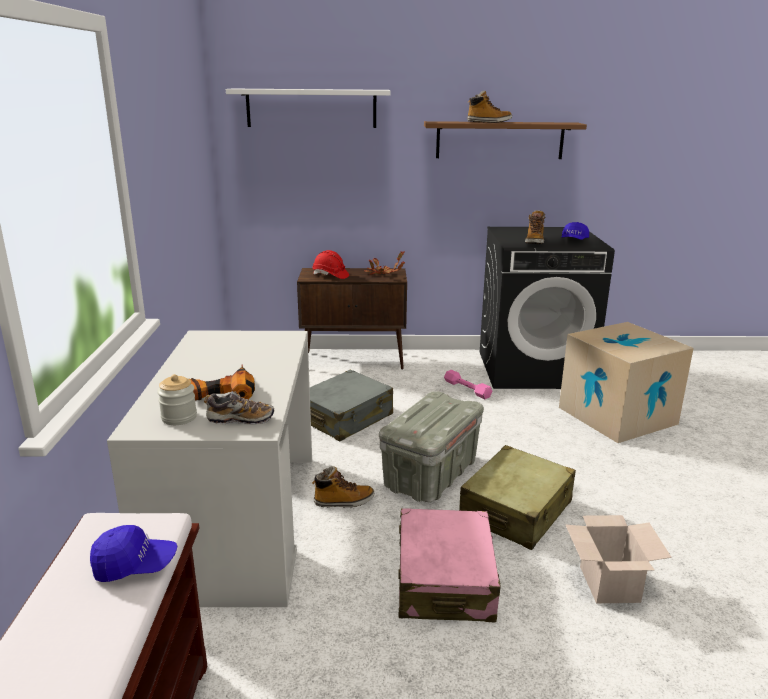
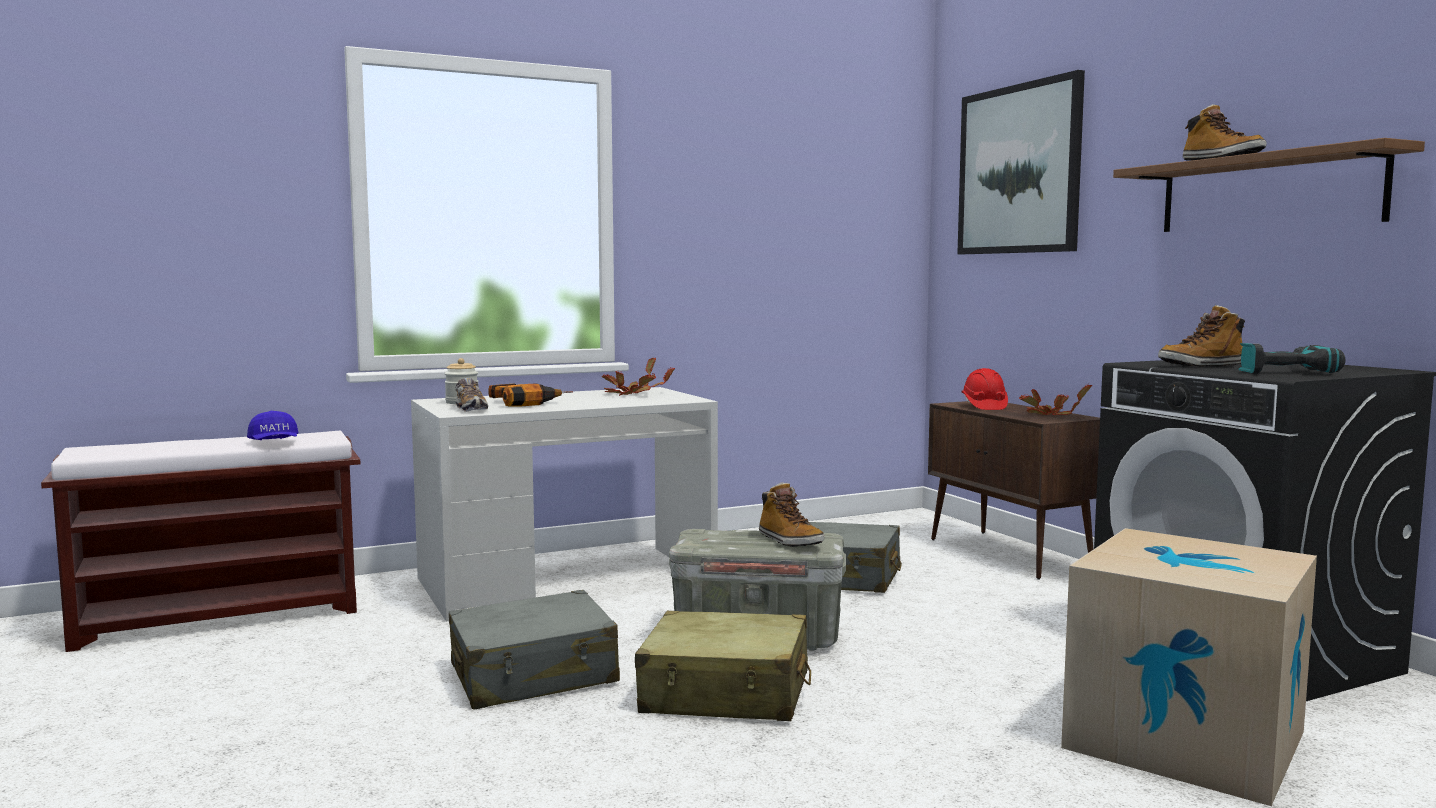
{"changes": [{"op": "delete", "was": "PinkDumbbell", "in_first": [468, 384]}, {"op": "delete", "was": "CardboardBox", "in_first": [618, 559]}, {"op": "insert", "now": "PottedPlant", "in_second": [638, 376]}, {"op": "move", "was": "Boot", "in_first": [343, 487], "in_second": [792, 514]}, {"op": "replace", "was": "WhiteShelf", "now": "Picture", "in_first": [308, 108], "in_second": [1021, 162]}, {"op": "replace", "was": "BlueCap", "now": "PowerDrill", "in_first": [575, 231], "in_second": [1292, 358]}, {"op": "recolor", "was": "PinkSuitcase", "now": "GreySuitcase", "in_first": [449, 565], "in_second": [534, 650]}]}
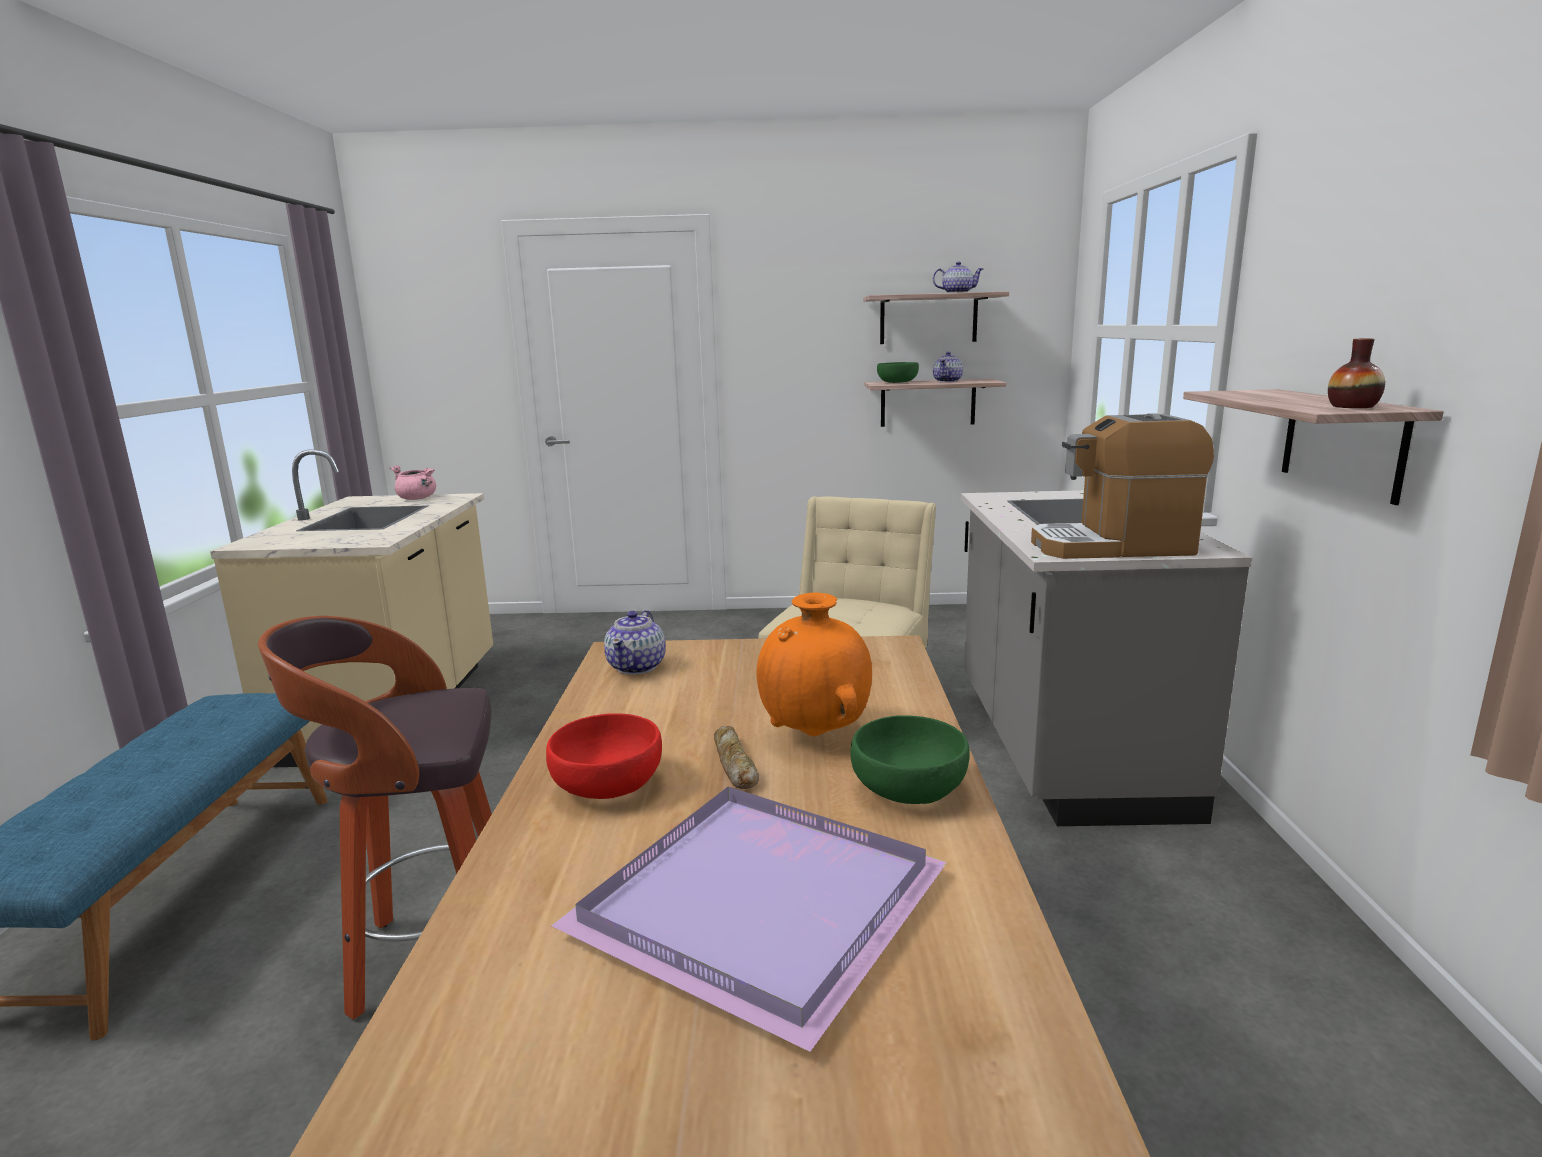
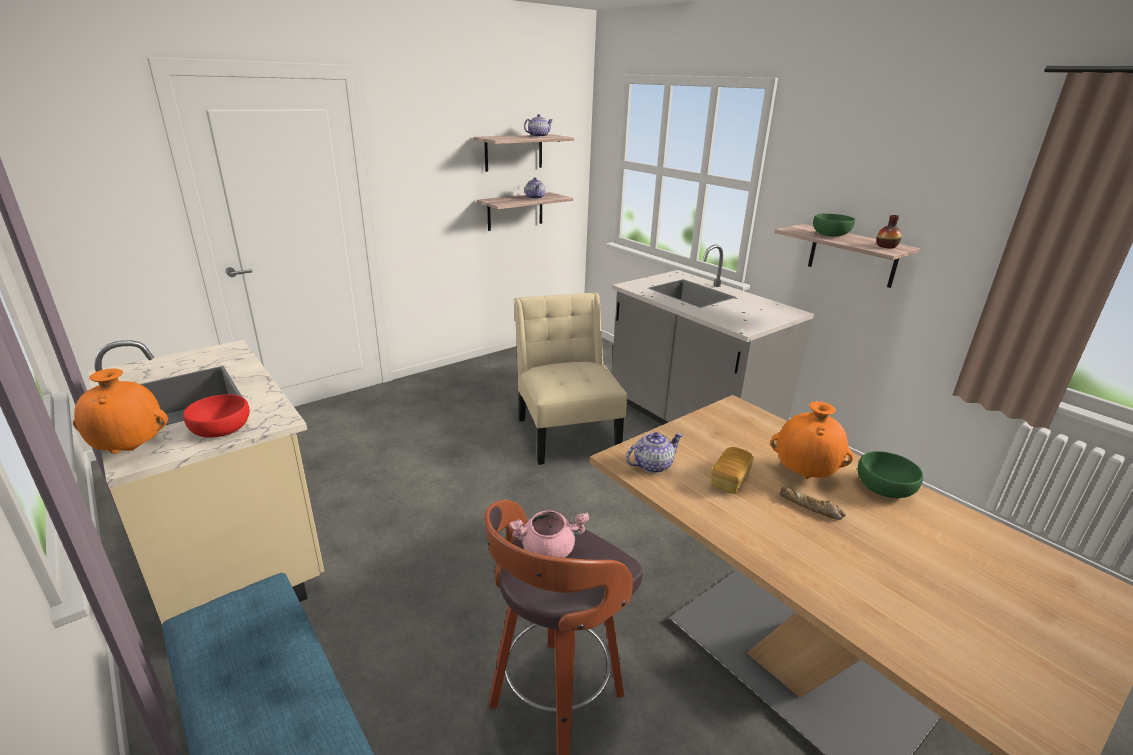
{"changes": [{"op": "delete", "was": "PurpleTray", "in_first": [749, 919]}, {"op": "delete", "was": "CoffeeMachine", "in_first": [1122, 486]}, {"op": "insert", "now": "OrangeVase", "in_second": [120, 411]}, {"op": "insert", "now": "Bread", "in_second": [732, 470]}, {"op": "move", "was": "PinkCookingPot", "in_first": [413, 482], "in_second": [549, 534]}, {"op": "move", "was": "RedBowl", "in_first": [604, 756], "in_second": [216, 416]}, {"op": "move", "was": "GreenBowl", "in_first": [898, 372], "in_second": [834, 225]}, {"op": "rotate", "was": "Teapot", "in_first": [635, 642], "in_second": [654, 452], "clockwise": -90}]}
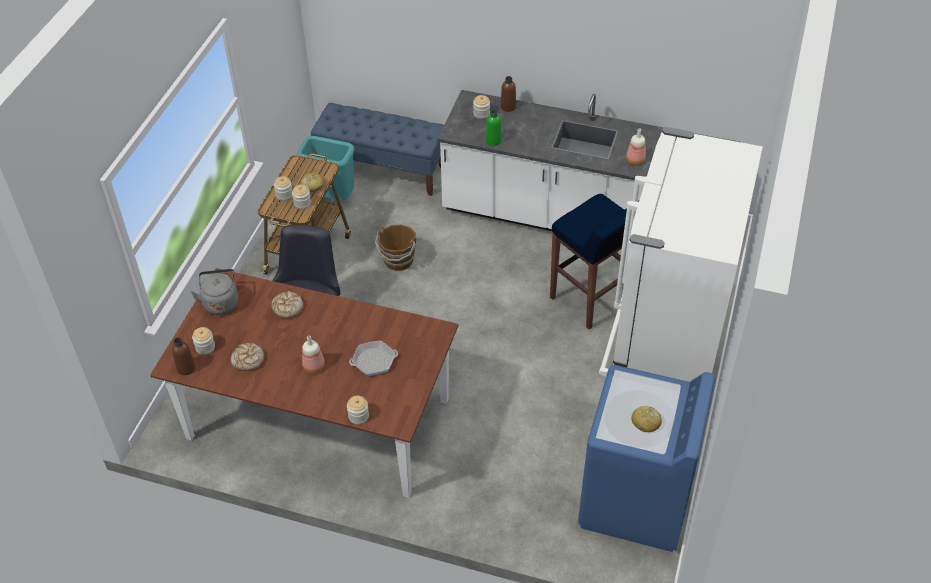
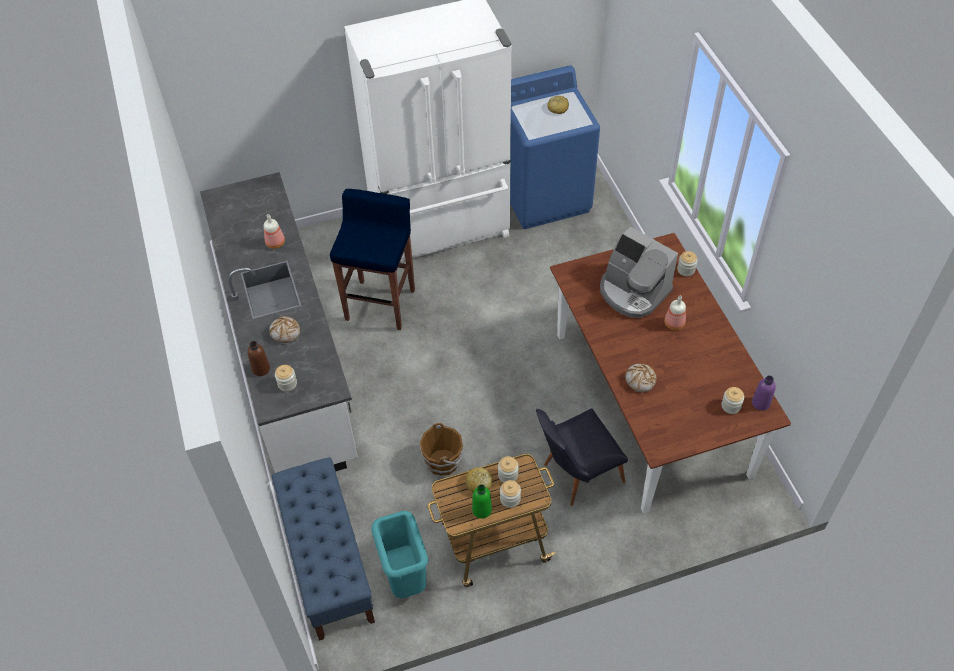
{"changes": [{"op": "delete", "was": "GreyKettle", "in_first": [214, 292]}, {"op": "move", "was": "Bread", "in_first": [247, 357], "in_second": [284, 329]}, {"op": "move", "was": "GreenBottle", "in_first": [494, 128], "in_second": [482, 502]}, {"op": "replace", "was": "FryingPan", "now": "CoffeeMachine", "in_first": [373, 358], "in_second": [639, 272]}, {"op": "recolor", "was": "BrownBottle", "now": "PurpleBottle", "in_first": [183, 356], "in_second": [764, 393]}]}
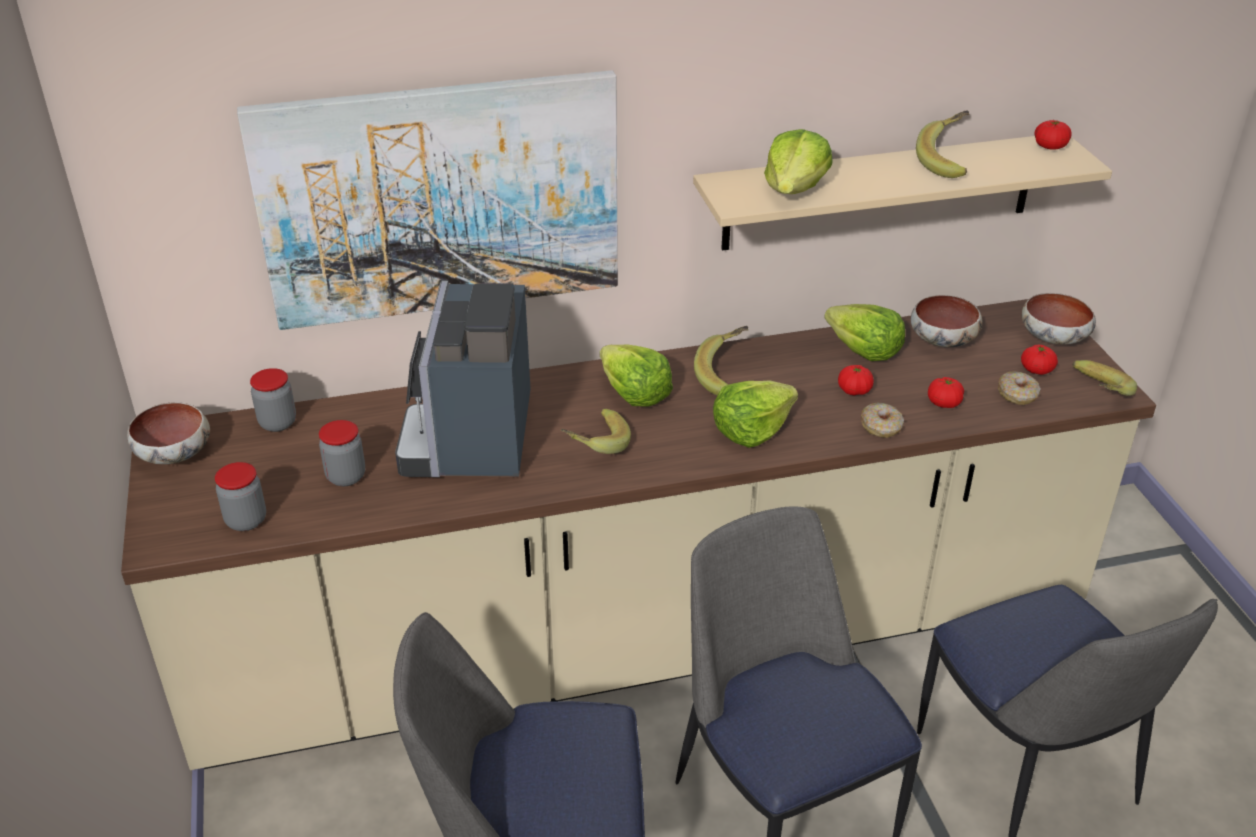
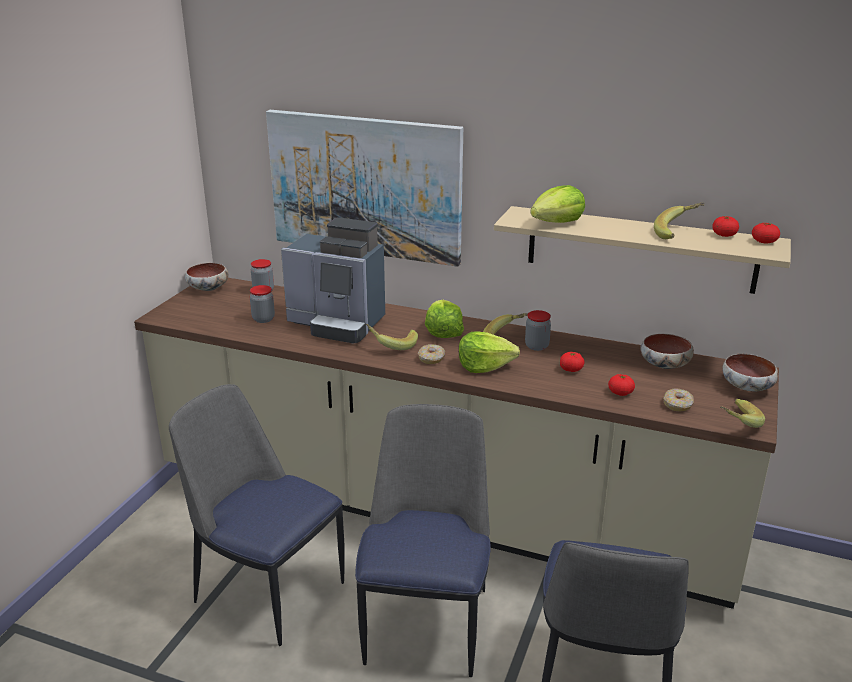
{"changes": [{"op": "delete", "was": "Lettuce", "in_first": [864, 332]}, {"op": "move", "was": "Jar", "in_first": [240, 496], "in_second": [538, 330]}, {"op": "move", "was": "Donut", "in_first": [882, 420], "in_second": [431, 354]}, {"op": "move", "was": "Tomato", "in_first": [1039, 360], "in_second": [725, 226]}, {"op": "rotate", "was": "CoffeeMachine", "in_first": [463, 379], "in_second": [333, 280], "clockwise": -105}]}
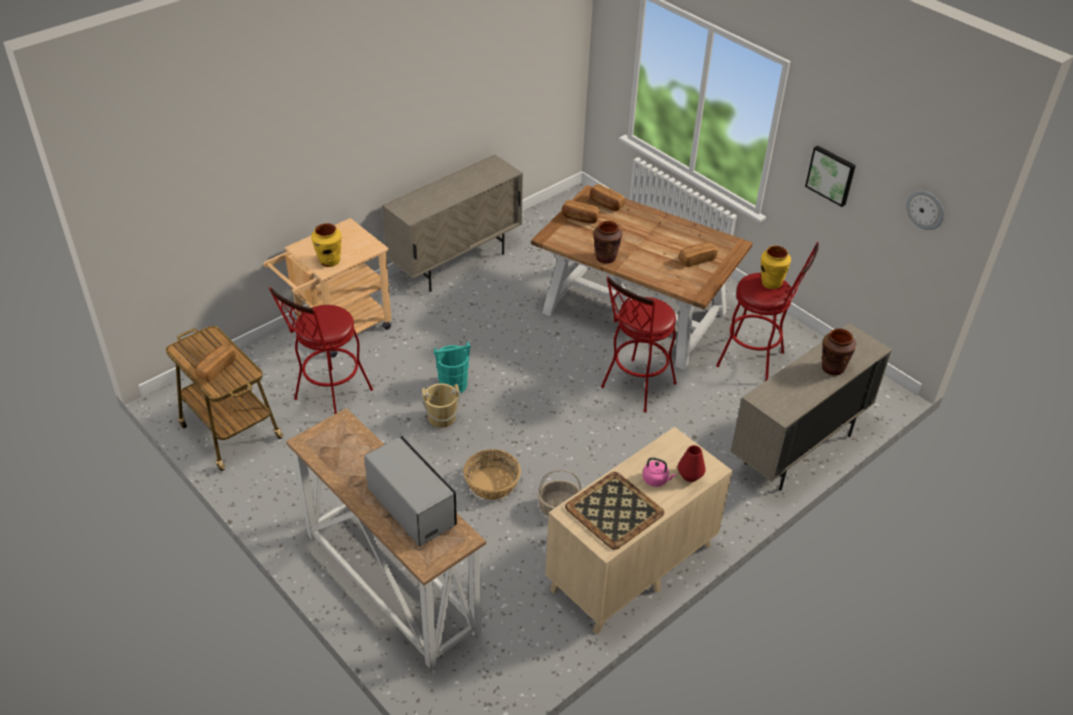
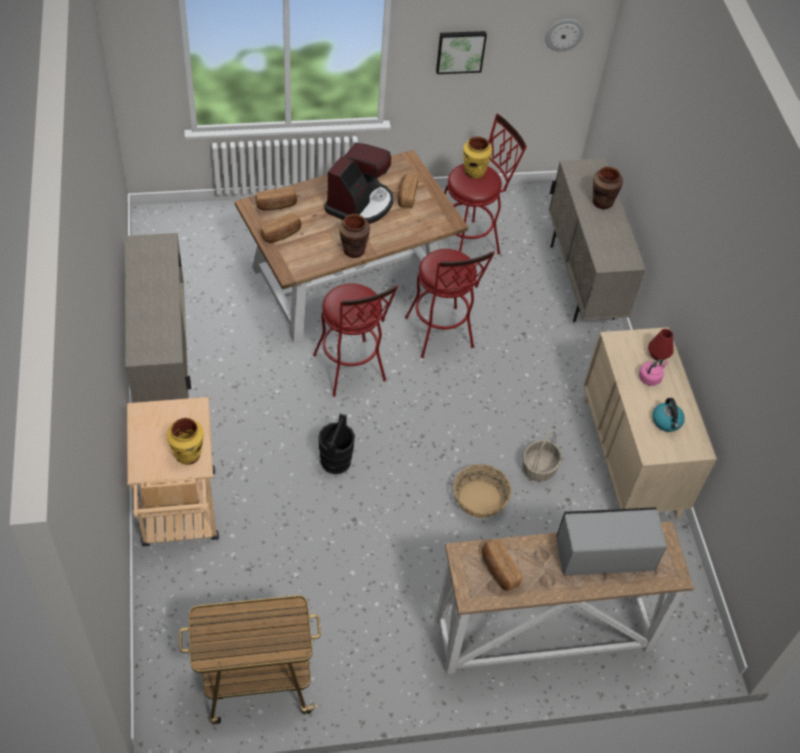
{"changes": [{"op": "delete", "was": "BeigeBucket", "in_first": [440, 405]}, {"op": "insert", "now": "CoffeeMachine", "in_second": [359, 183]}, {"op": "move", "was": "Bread", "in_first": [215, 363], "in_second": [502, 565]}, {"op": "move", "was": "RedStool", "in_first": [321, 350], "in_second": [355, 340]}, {"op": "replace", "was": "Tray", "now": "Kettle", "in_first": [615, 511], "in_second": [668, 415]}, {"op": "recolor", "was": "TurquoiseBucket", "now": "BlackBucket", "in_first": [452, 367], "in_second": [336, 444]}]}
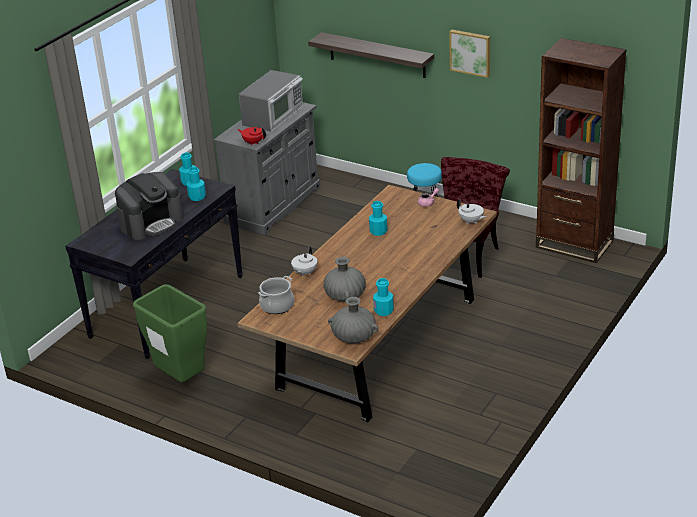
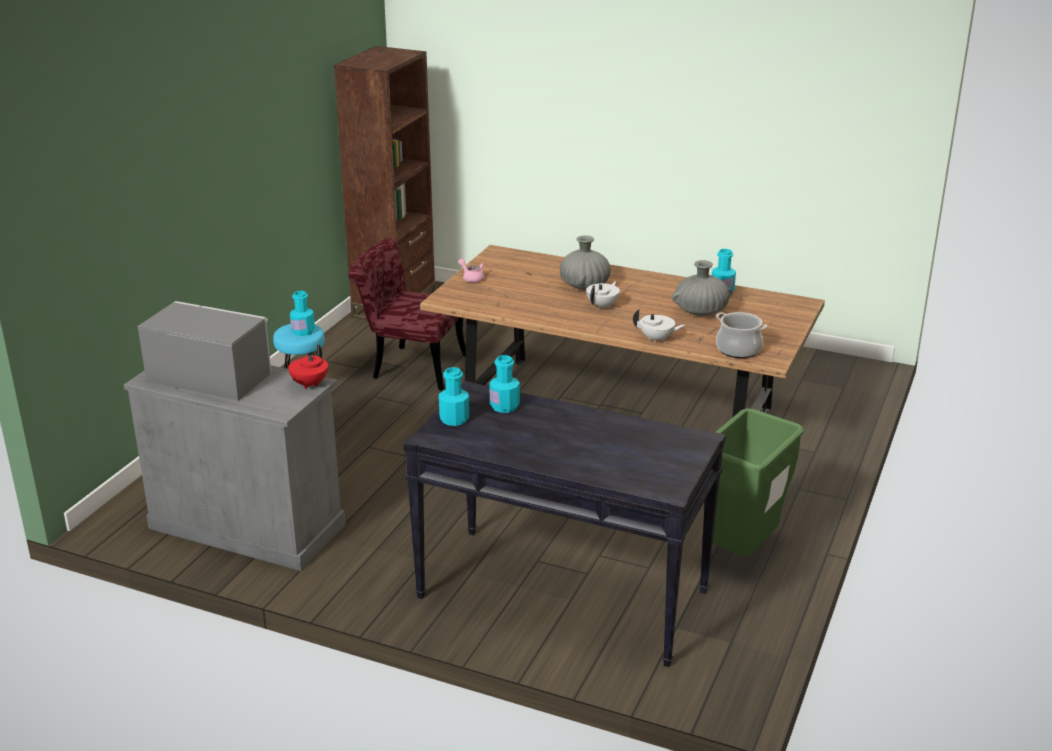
{"changes": [{"op": "delete", "was": "CoffeeMachine", "in_first": [149, 206]}, {"op": "delete", "was": "Shelf", "in_first": [371, 55]}, {"op": "delete", "was": "Picture", "in_first": [469, 54]}, {"op": "move", "was": "GreyVase", "in_first": [353, 320], "in_second": [585, 262]}, {"op": "move", "was": "TurquoiseBottle", "in_first": [378, 218], "in_second": [302, 313]}, {"op": "move", "was": "WhiteTeapot", "in_first": [472, 211], "in_second": [603, 295]}]}
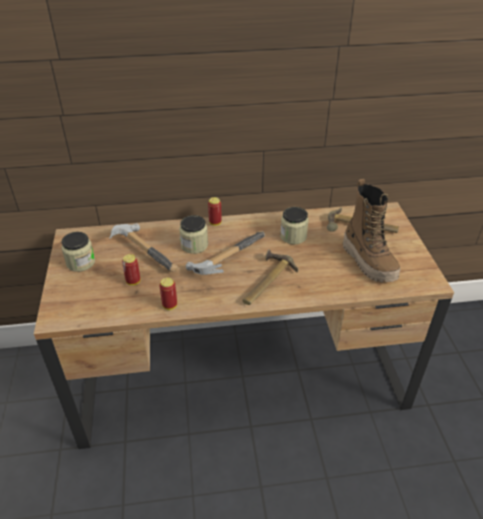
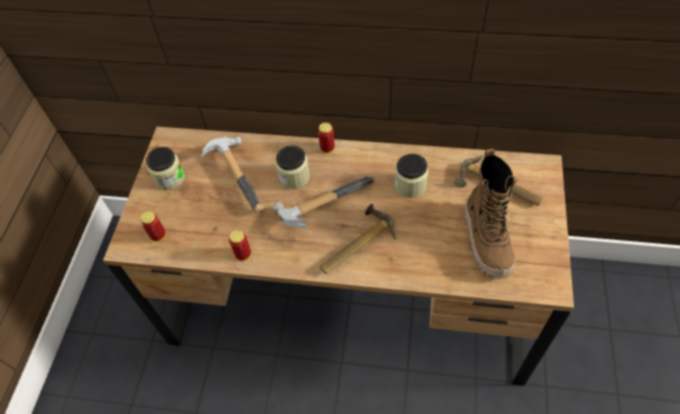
{"changes": [{"op": "move", "was": "Can", "in_first": [131, 269], "in_second": [153, 226]}]}
